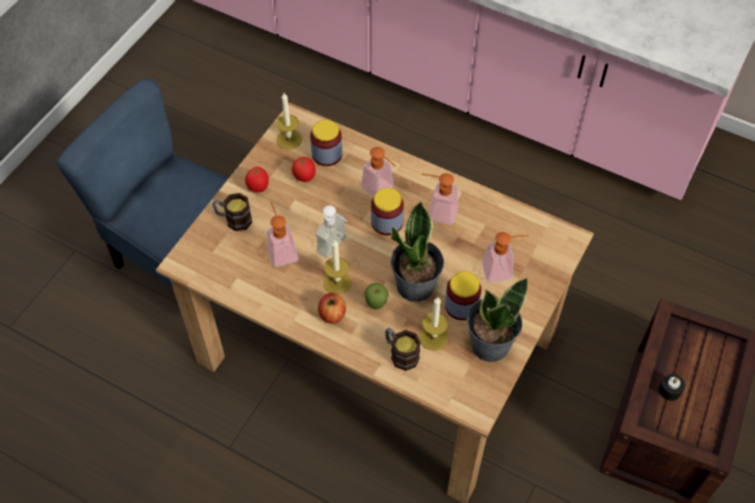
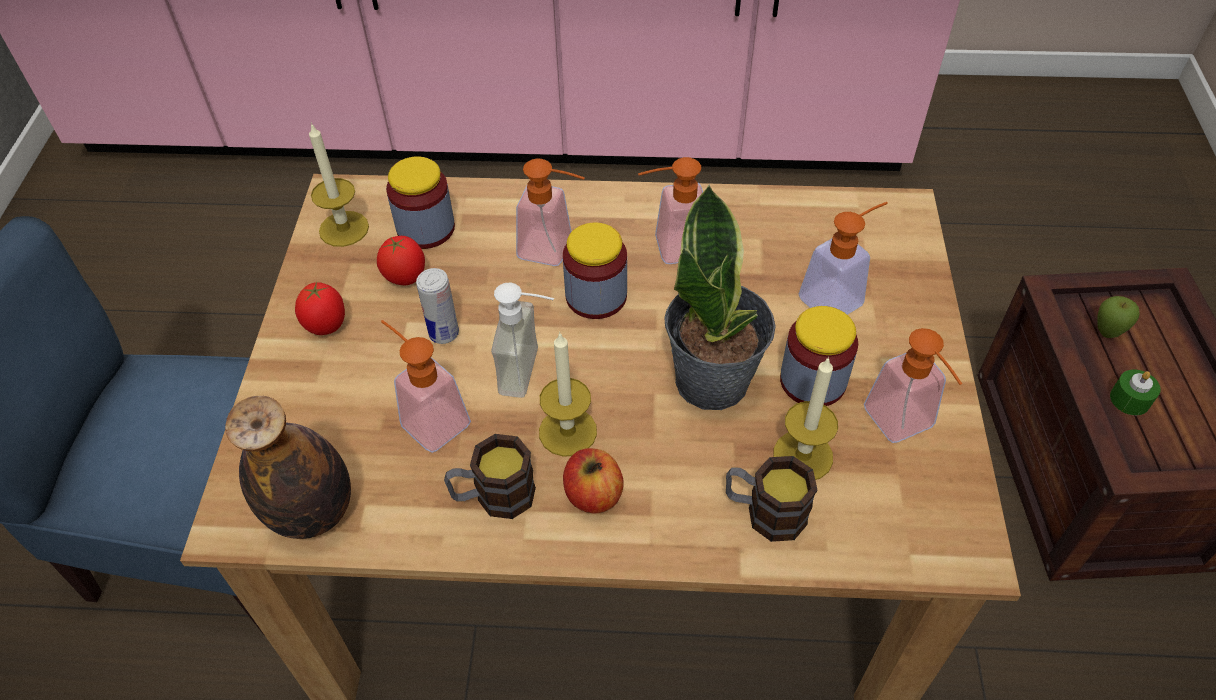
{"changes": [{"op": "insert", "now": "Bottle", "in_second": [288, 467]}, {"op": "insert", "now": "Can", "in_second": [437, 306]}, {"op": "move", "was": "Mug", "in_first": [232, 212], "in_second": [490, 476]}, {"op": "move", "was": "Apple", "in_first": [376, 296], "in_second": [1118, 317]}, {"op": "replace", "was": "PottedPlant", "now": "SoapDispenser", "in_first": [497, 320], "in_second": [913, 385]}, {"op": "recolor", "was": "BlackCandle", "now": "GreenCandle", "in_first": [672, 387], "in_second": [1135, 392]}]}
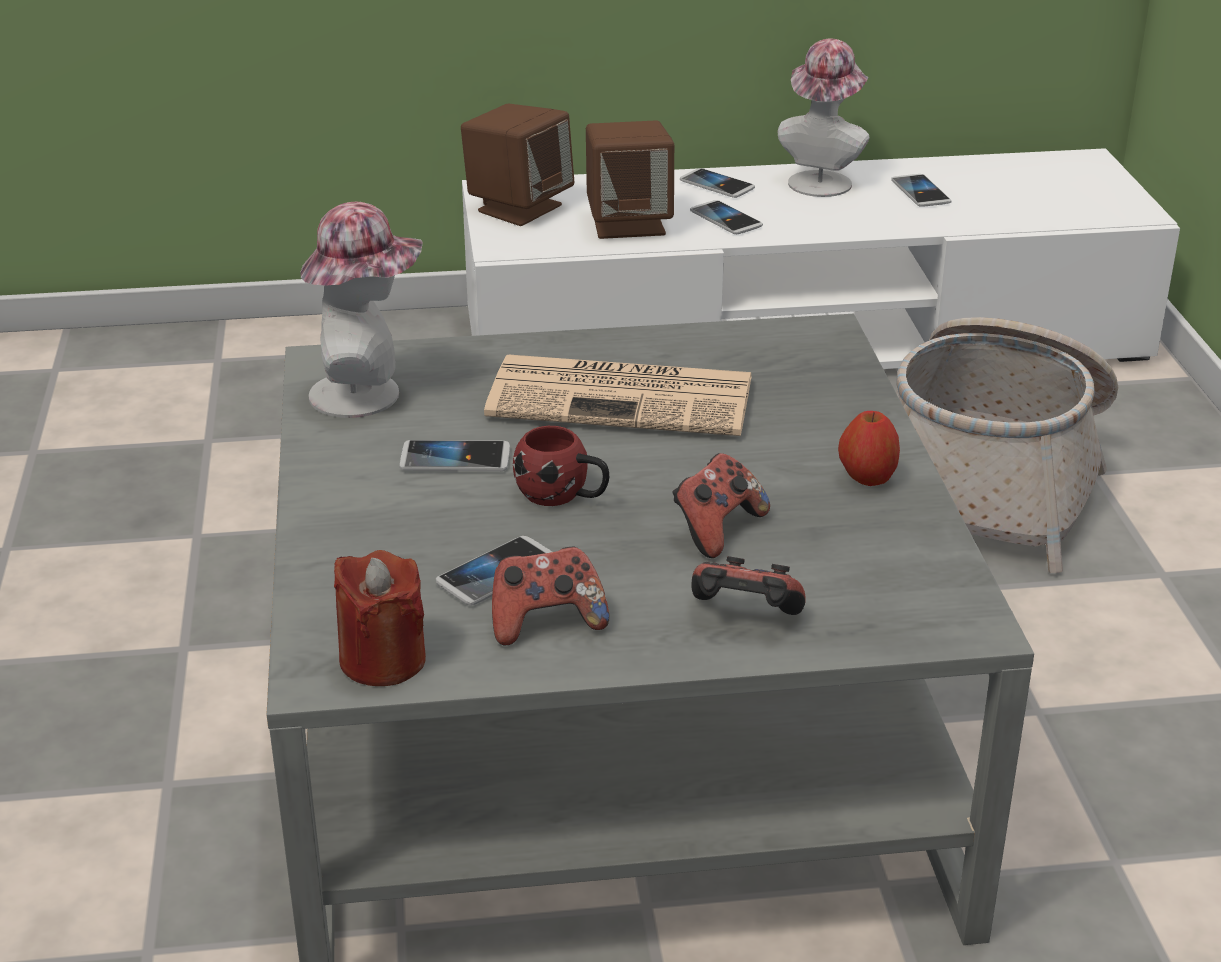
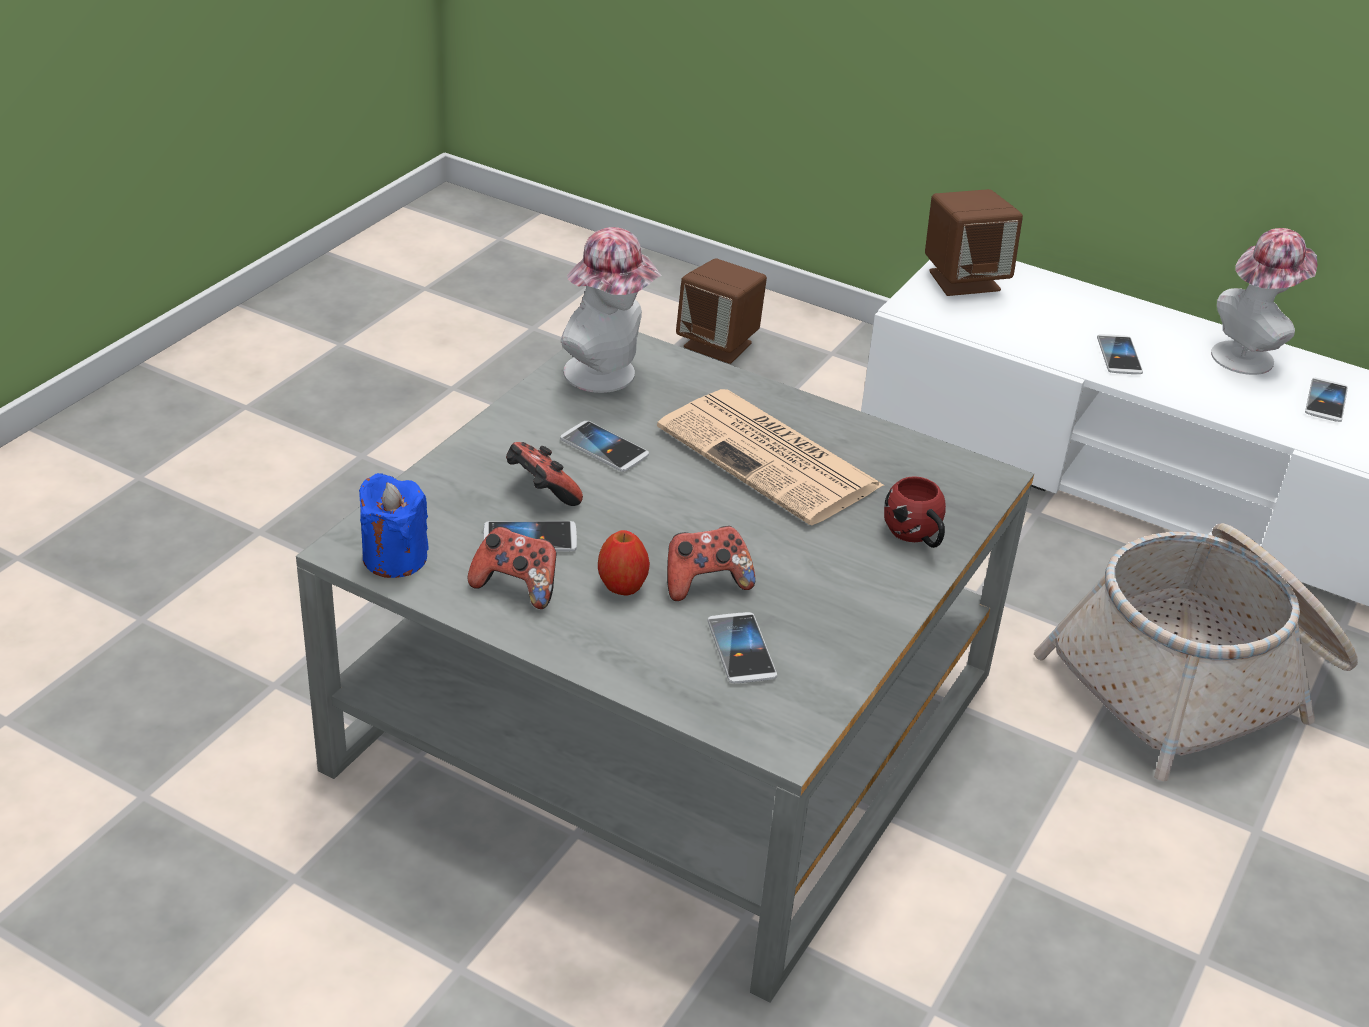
{"changes": [{"op": "move", "was": "RedMug", "in_first": [561, 466], "in_second": [915, 512]}, {"op": "move", "was": "BrownSpeaker", "in_first": [630, 179], "in_second": [721, 311]}, {"op": "move", "was": "Phone", "in_first": [717, 183], "in_second": [742, 647]}, {"op": "move", "was": "GameController", "in_first": [748, 585], "in_second": [544, 474]}, {"op": "move", "was": "Apple", "in_first": [869, 448], "in_second": [624, 563]}, {"op": "recolor", "was": "RedCandle", "now": "BlueCandle", "in_first": [380, 618], "in_second": [394, 525]}]}
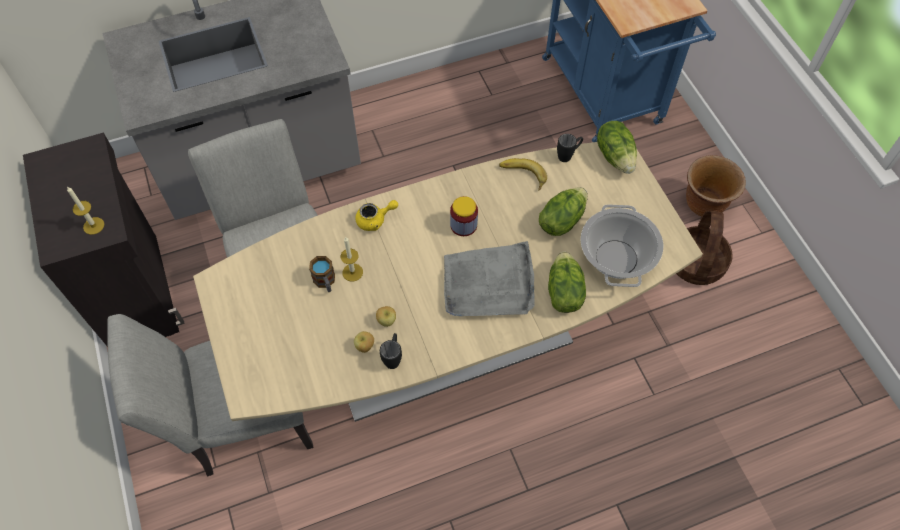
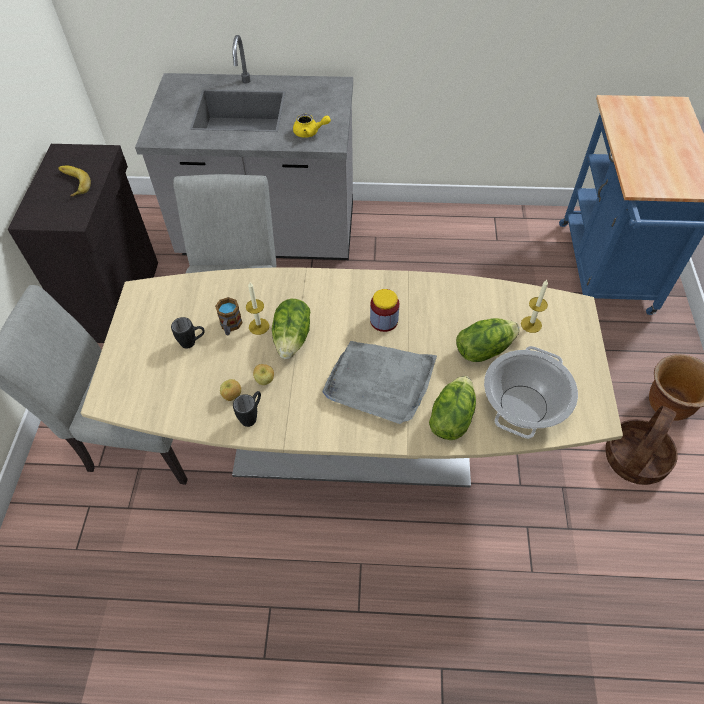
{"changes": [{"op": "move", "was": "Candle", "in_first": [85, 210], "in_second": [534, 306]}, {"op": "move", "was": "YellowTeapot", "in_first": [376, 215], "in_second": [312, 126]}, {"op": "move", "was": "Banana", "in_first": [523, 174], "in_second": [74, 181]}, {"op": "move", "was": "BlackMug", "in_first": [570, 148], "in_second": [188, 333]}, {"op": "move", "was": "Lettuce", "in_first": [617, 147], "in_second": [291, 329]}]}
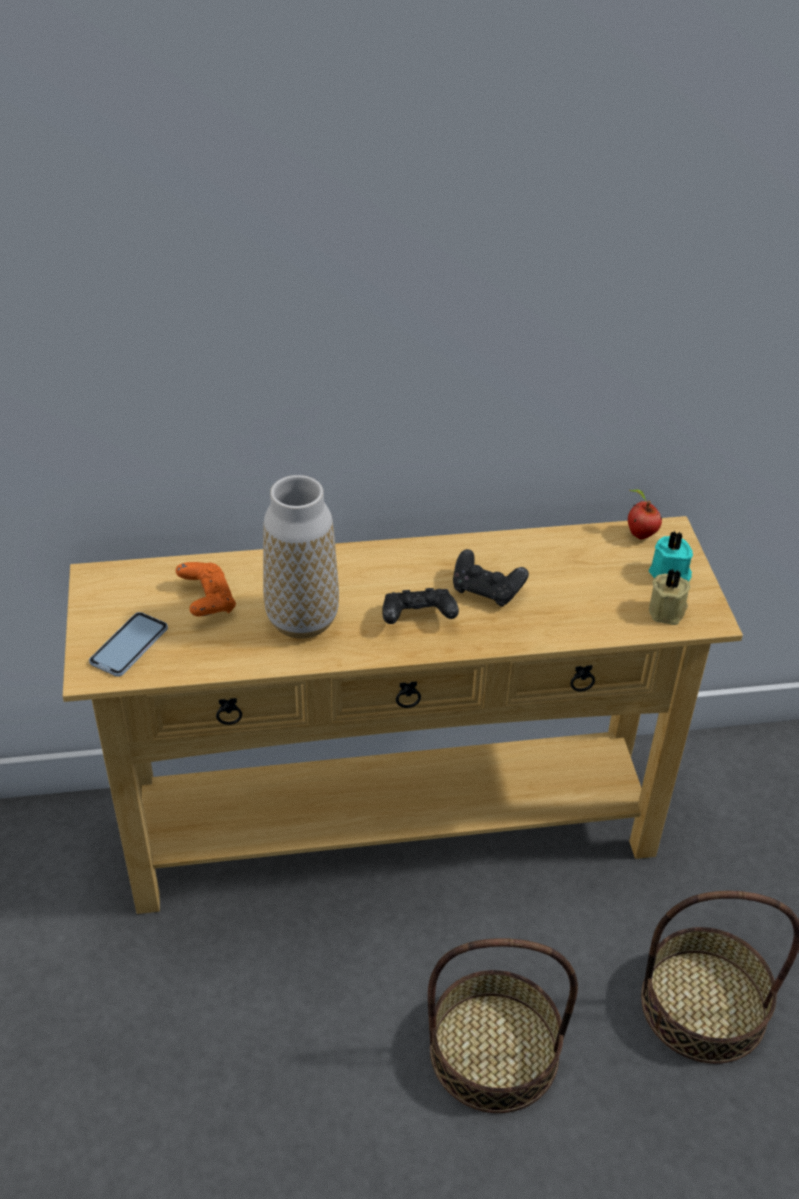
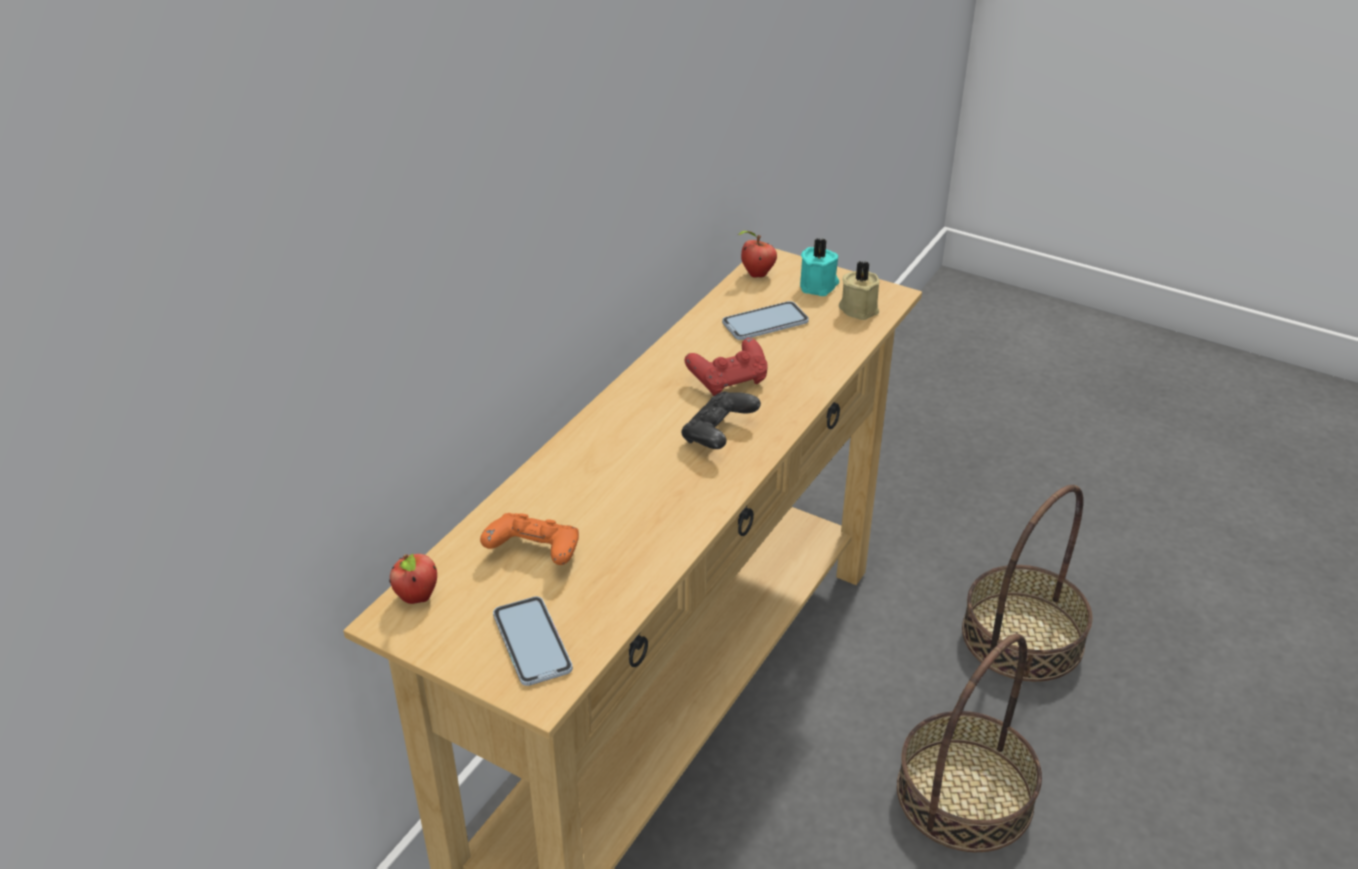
{"changes": [{"op": "delete", "was": "Vase", "in_first": [301, 557]}, {"op": "insert", "now": "Apple", "in_second": [413, 579]}, {"op": "insert", "now": "Phone", "in_second": [765, 320]}, {"op": "recolor", "was": "BlackGameController", "now": "RedGameController", "in_first": [491, 578], "in_second": [726, 367]}]}
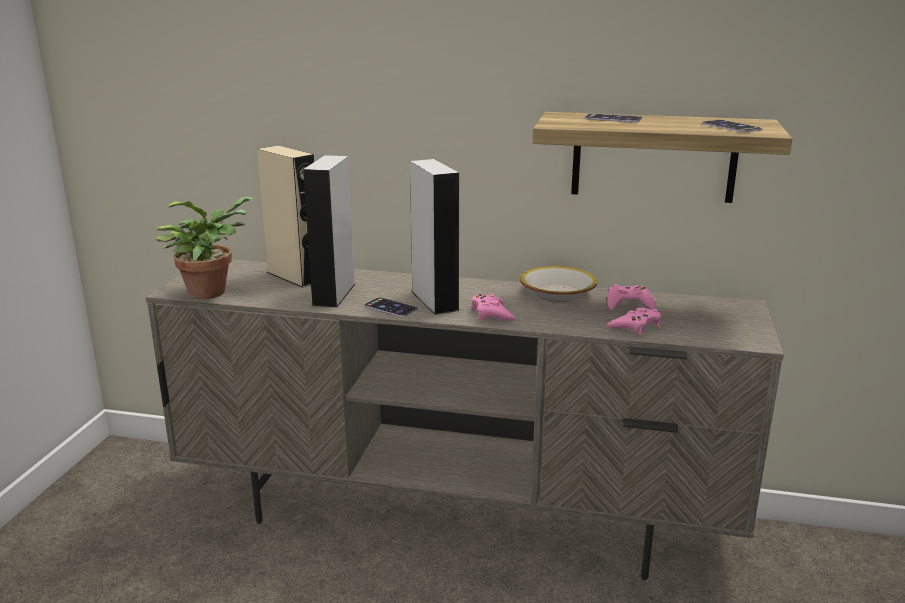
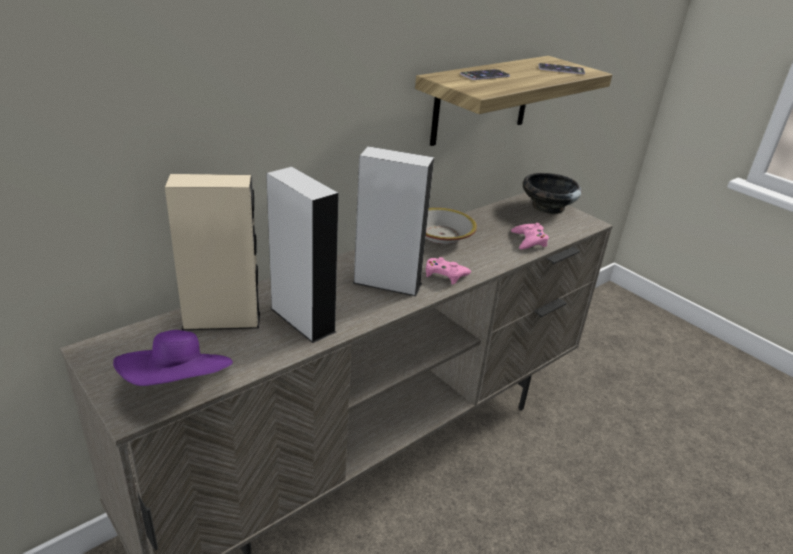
{"changes": [{"op": "delete", "was": "Phone", "in_first": [391, 307]}, {"op": "delete", "was": "PinkGameController", "in_first": [631, 297]}, {"op": "insert", "now": "BlackBowl", "in_second": [552, 193]}, {"op": "replace", "was": "PottedPlant", "now": "PurpleHat", "in_first": [205, 247], "in_second": [173, 358]}]}
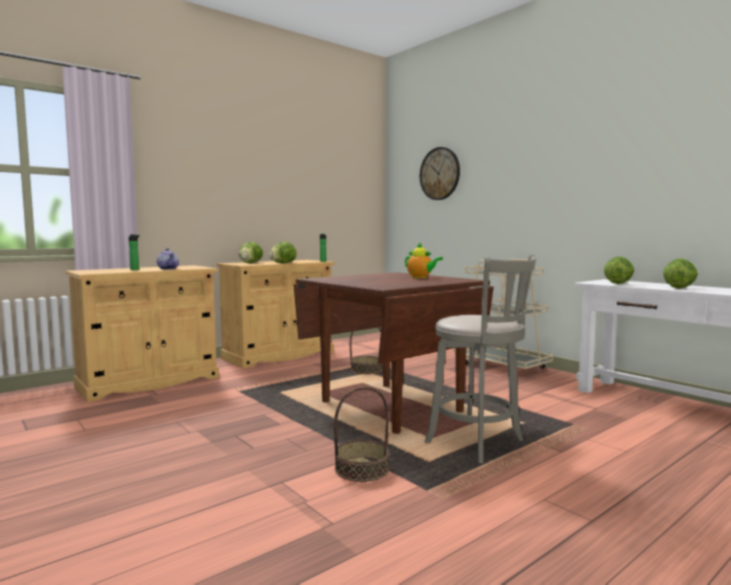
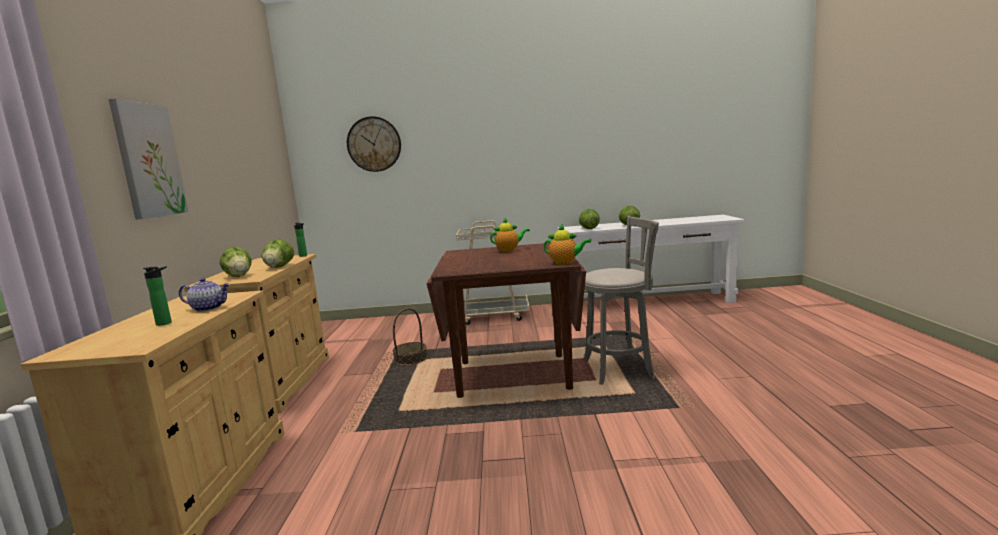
{"changes": [{"op": "delete", "was": "Basket", "in_first": [361, 434]}, {"op": "insert", "now": "Picture", "in_second": [149, 159]}, {"op": "insert", "now": "Teapot", "in_second": [567, 244]}]}
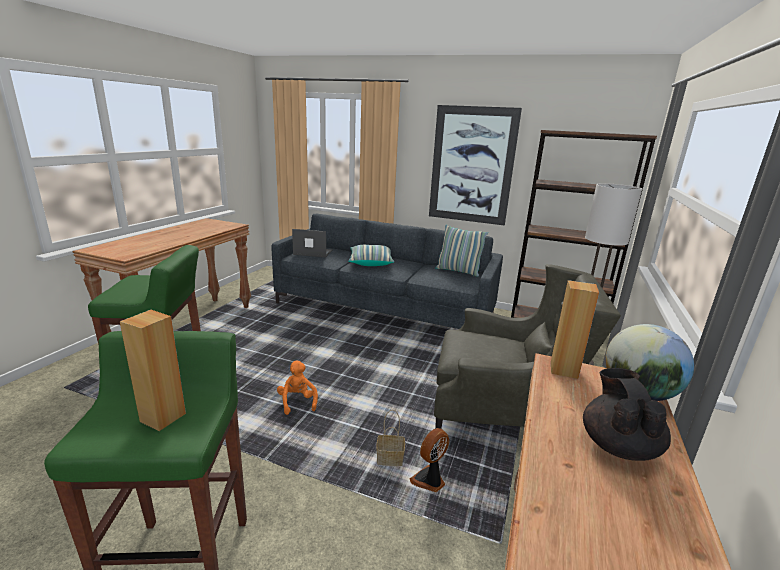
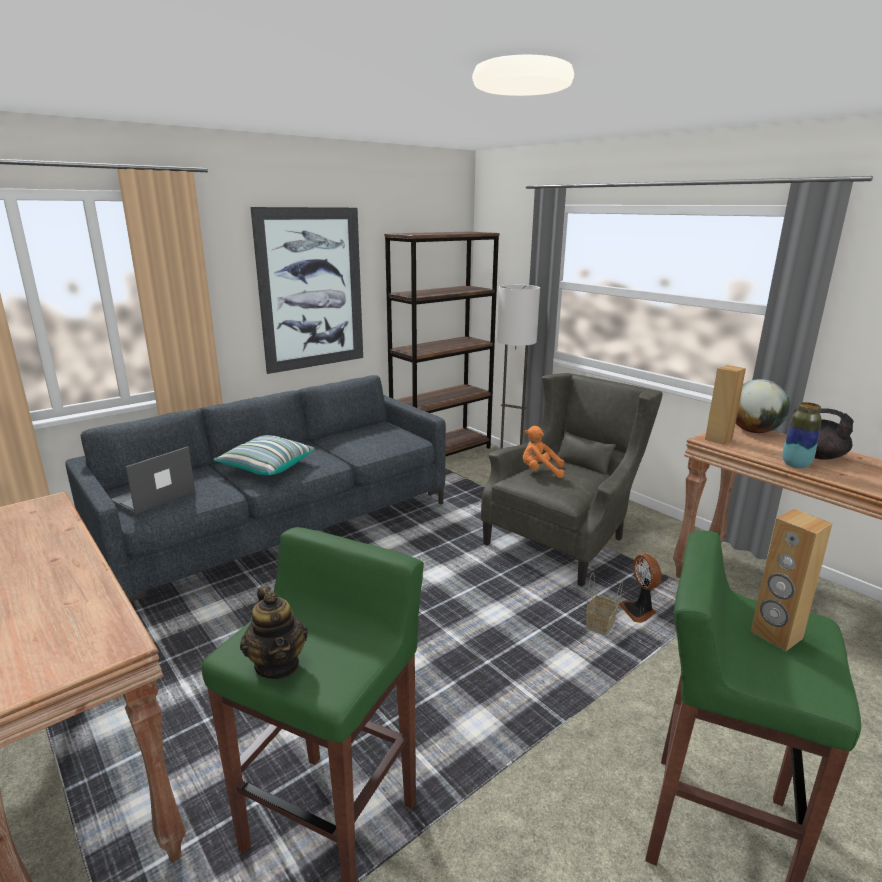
{"changes": [{"op": "delete", "was": "Pillow", "in_first": [461, 251]}, {"op": "insert", "now": "Teapot", "in_second": [274, 632]}, {"op": "insert", "now": "Vase", "in_second": [802, 435]}, {"op": "move", "was": "OrangePlushToy", "in_first": [297, 388], "in_second": [544, 452]}]}
